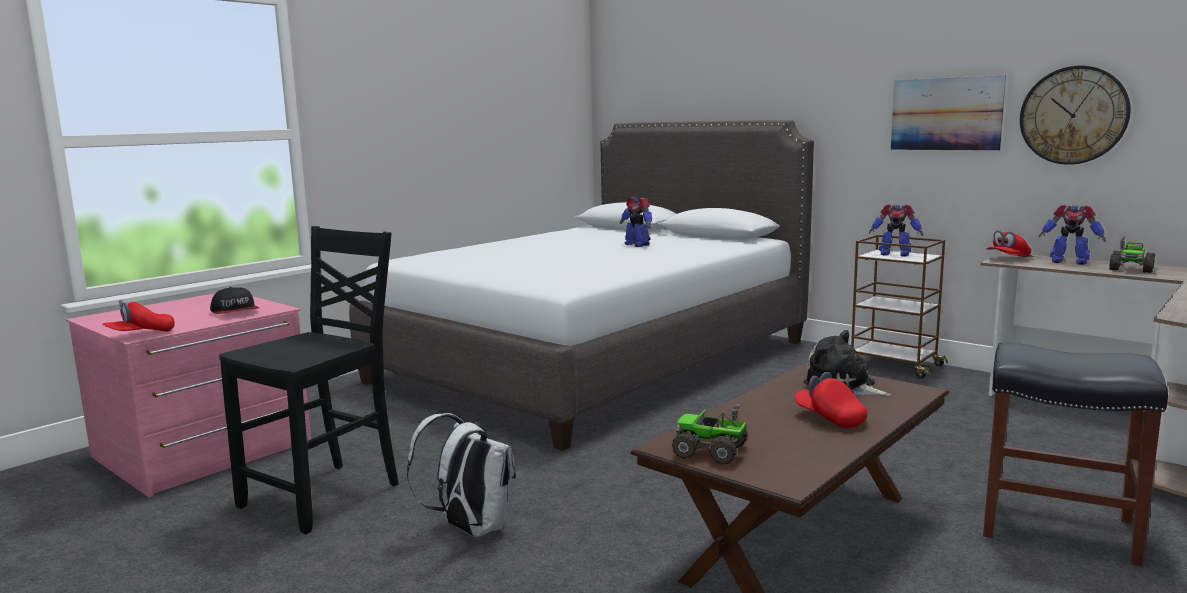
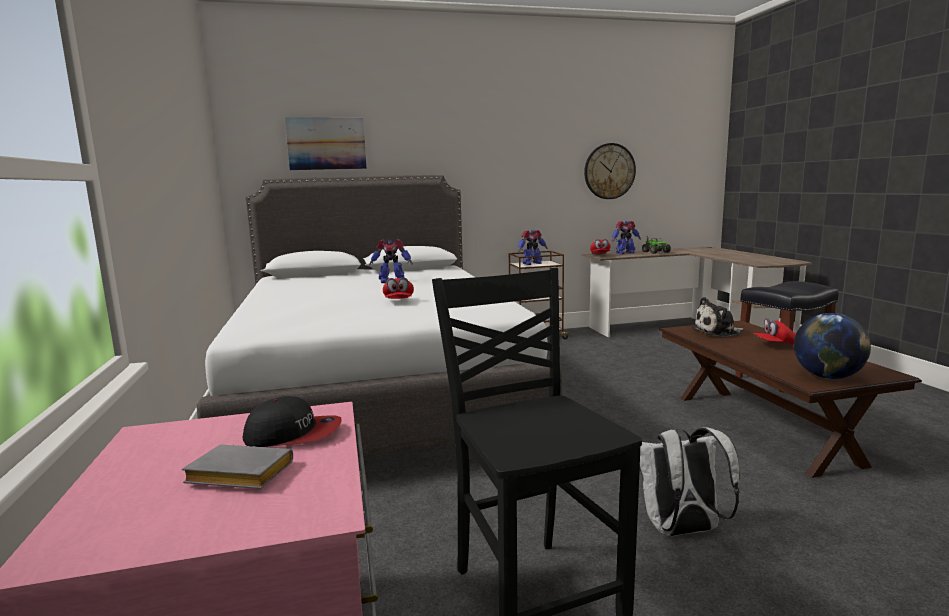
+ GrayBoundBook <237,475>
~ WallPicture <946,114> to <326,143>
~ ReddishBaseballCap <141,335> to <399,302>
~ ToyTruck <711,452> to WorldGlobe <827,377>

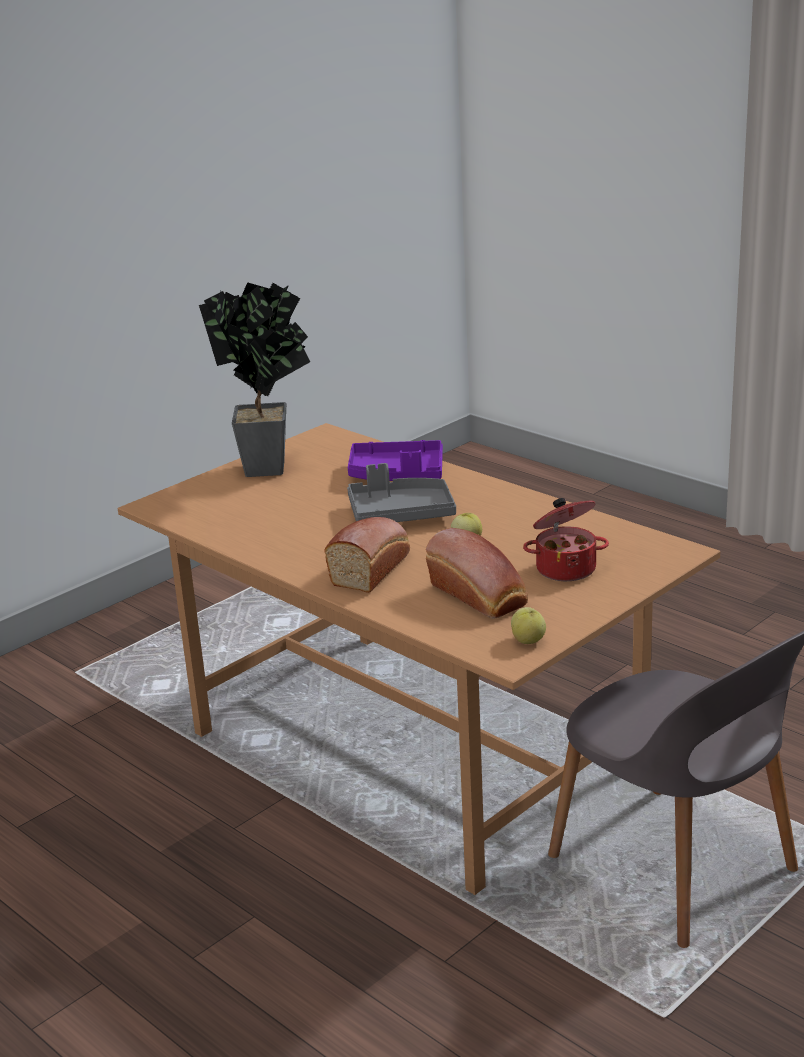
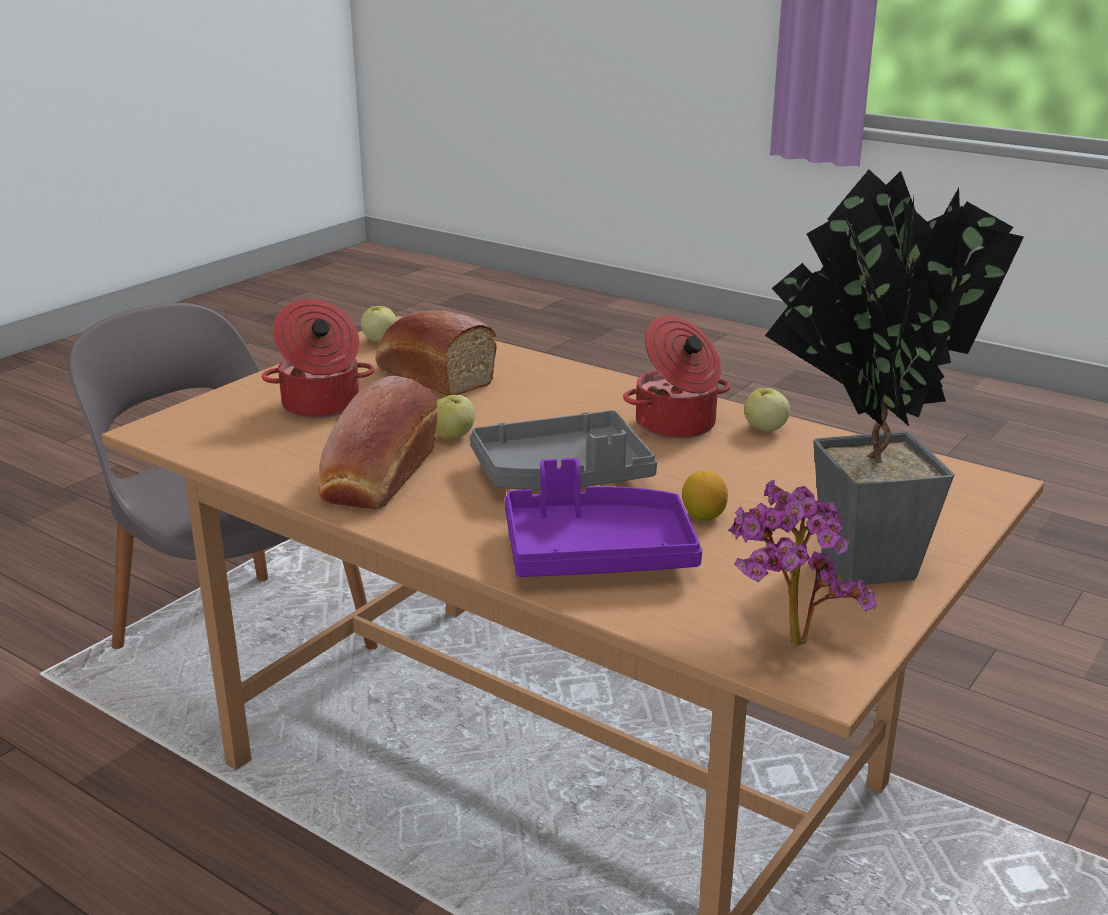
~ BakeryBread <372,568> to <377,478>
+ CookingPot <676,425>
+ CitrusFruit <703,516>
+ PottedPlant <786,645>
+ WholeApple <765,429>

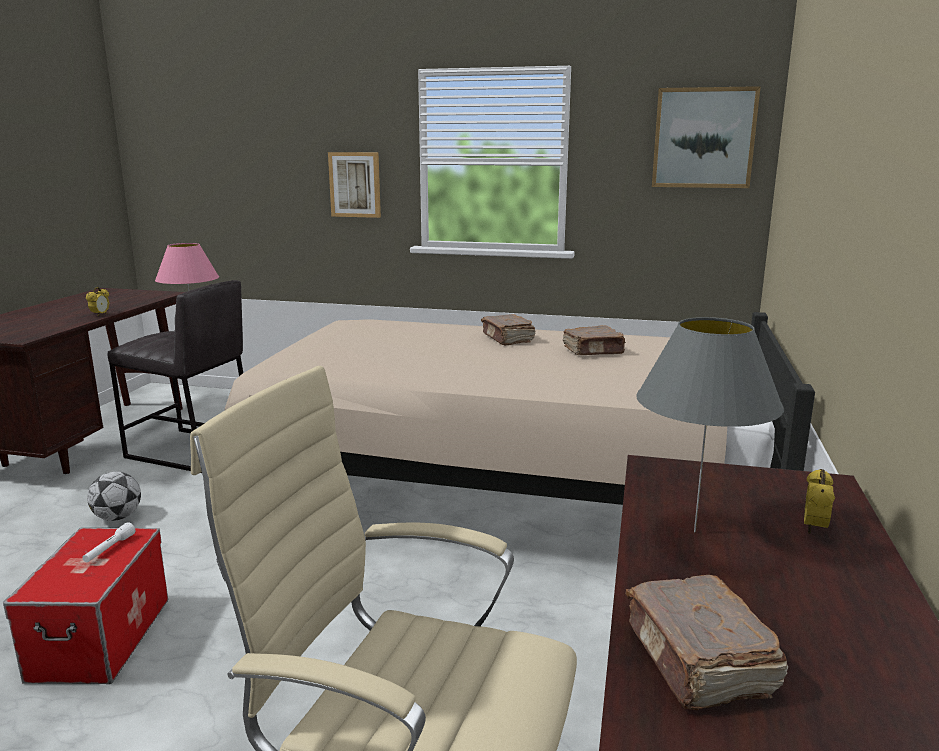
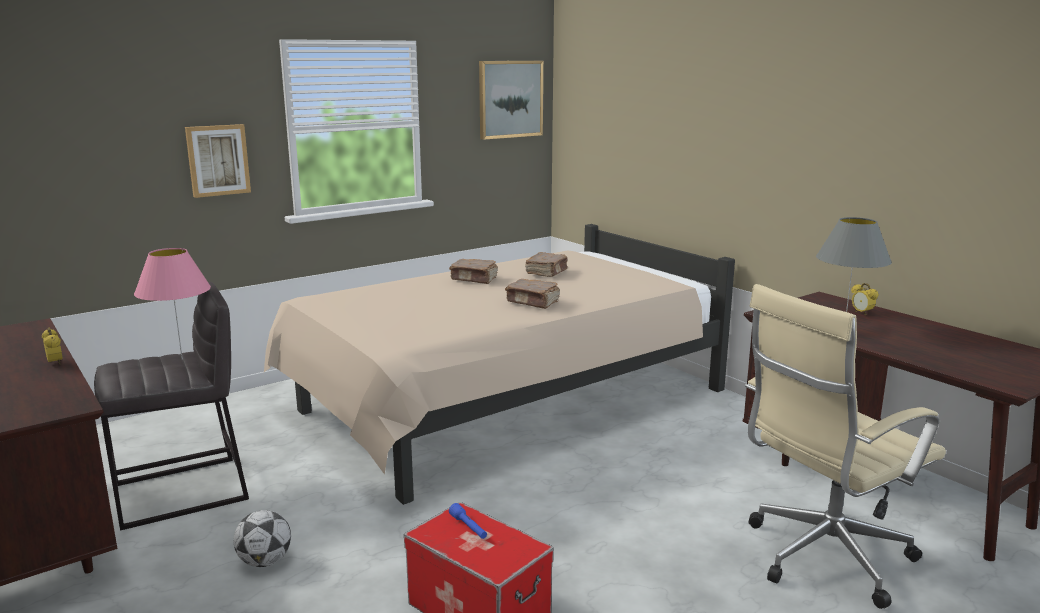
~ WhiteColouredHandTorch <109,549> to BluishHandTorch <468,527>
~ BrownishBoundBook <699,662> to <533,302>

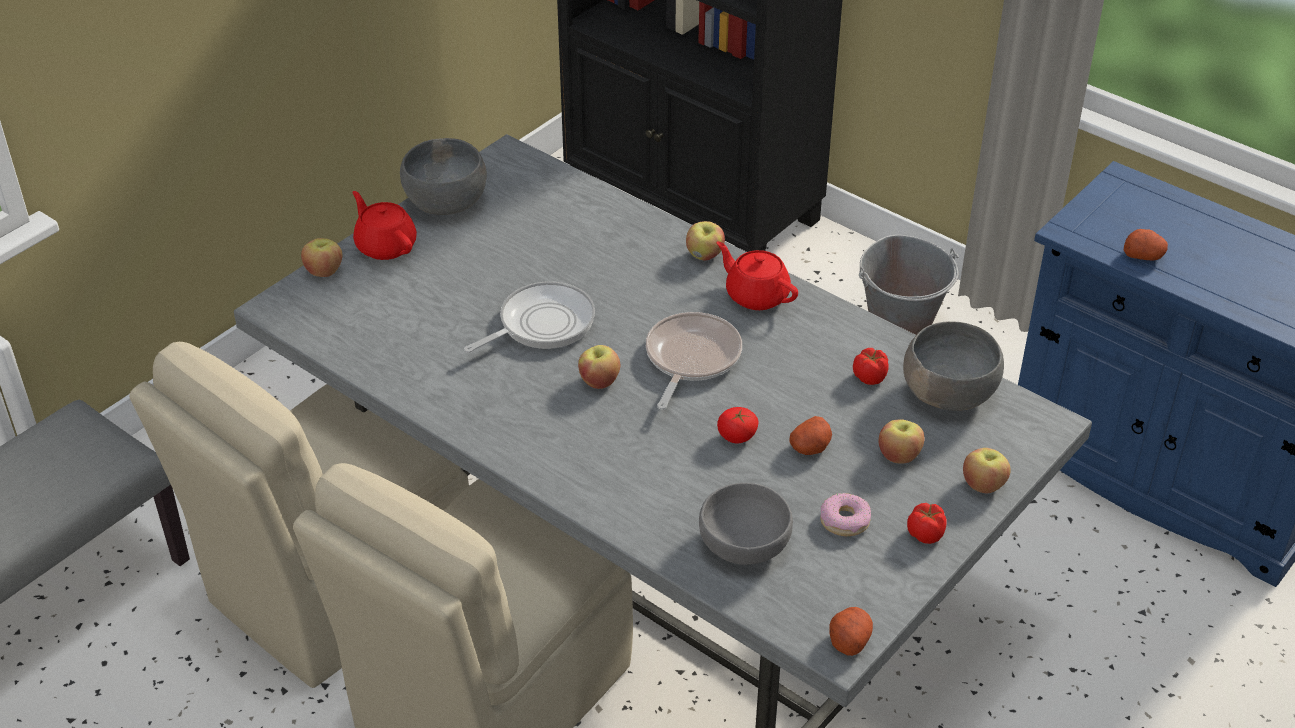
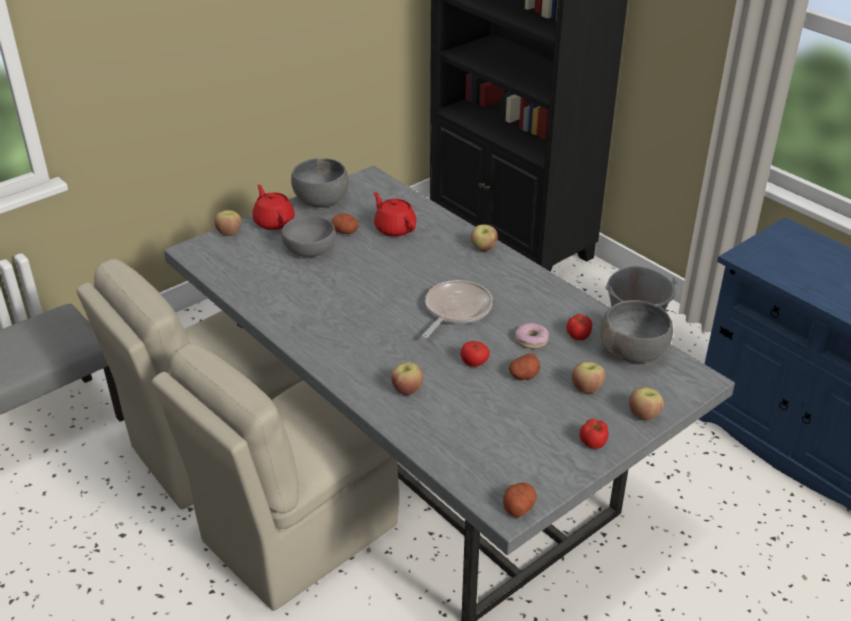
~ GrayBowl <745,544> to <310,249>
~ Spud <1143,255> to <346,231>
~ ReddishTeapot <756,295> to <394,228>
~ WholeApple <599,381> to <407,389>
~ Doughnut <845,520> to <531,340>
- Pan <541,324>

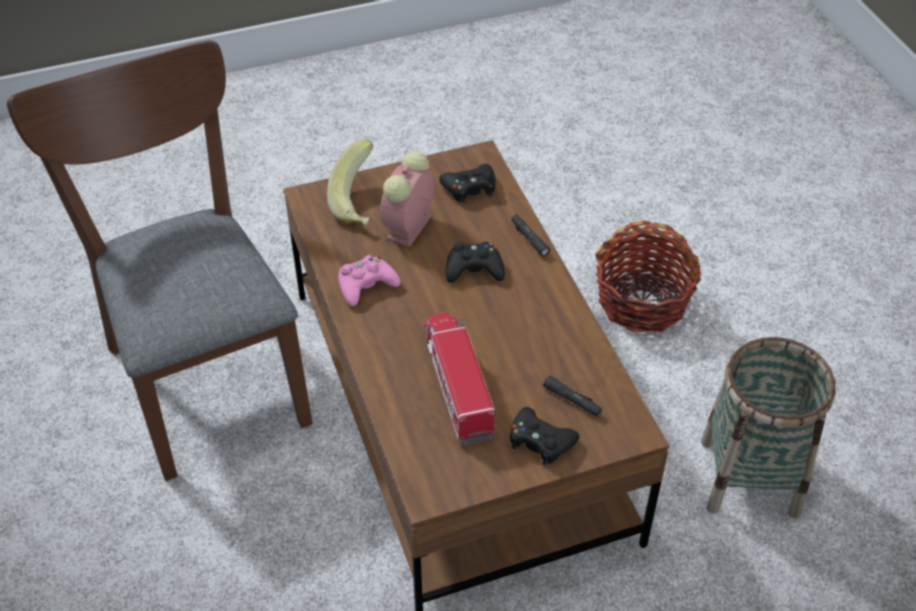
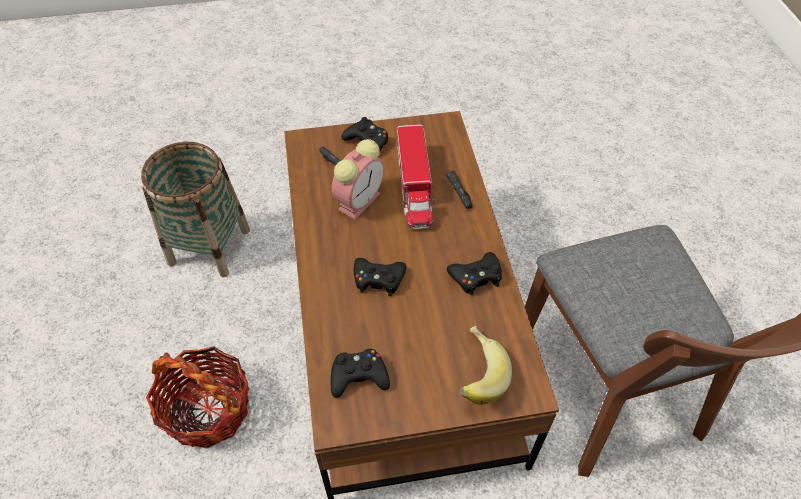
~ AlarmClock <408,229> to <360,200>
~ BlackishHandTorch <529,239> to <459,193>
~ PinkColouredGamepad <366,285> to BlackishGamepad <476,277>

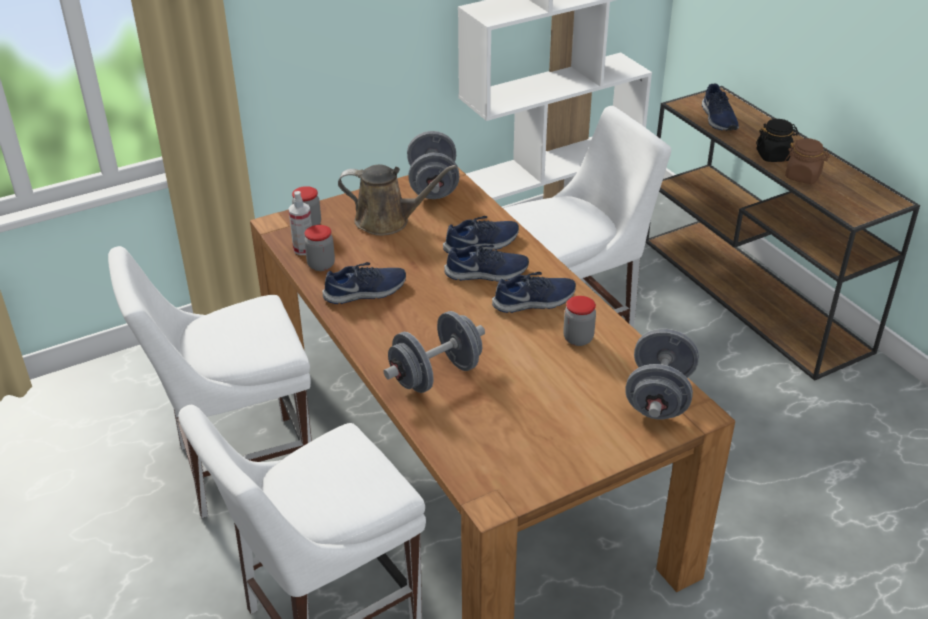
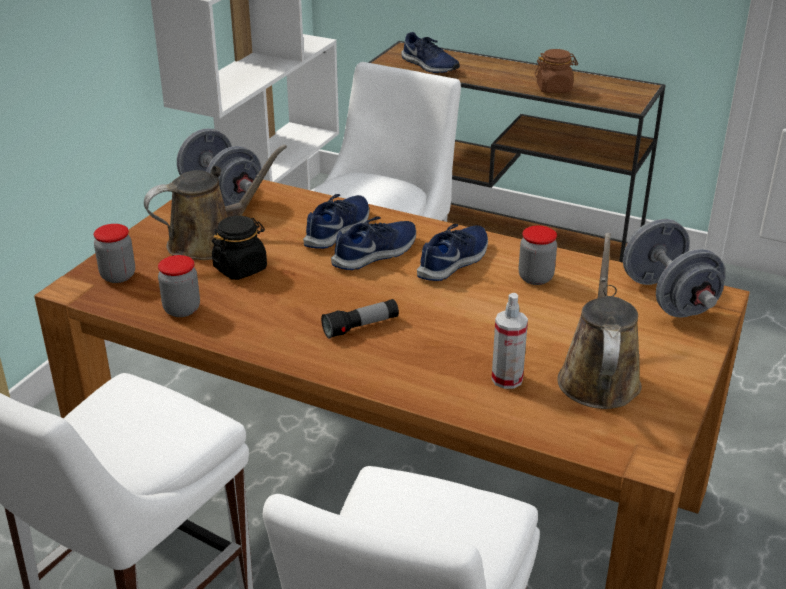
~ BlackishJar <774,156> to <240,268>
+ HandTorch <361,327>
~ SprayBottle <303,249> to <507,379>
+ BrownishWateringCan <598,377>
- BluishShoe <366,292>
- GrayFreeWeight <436,375>

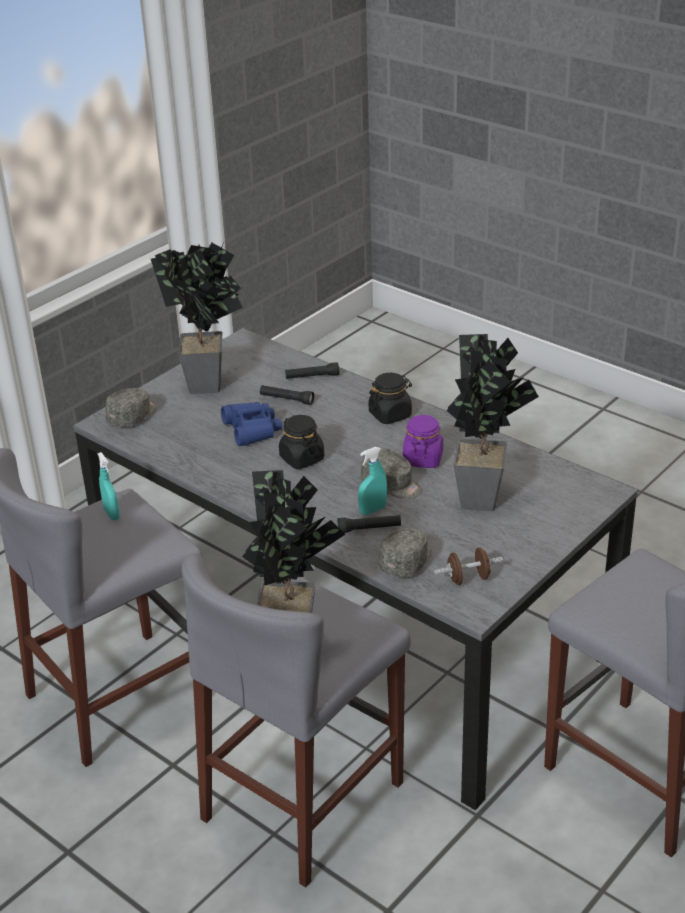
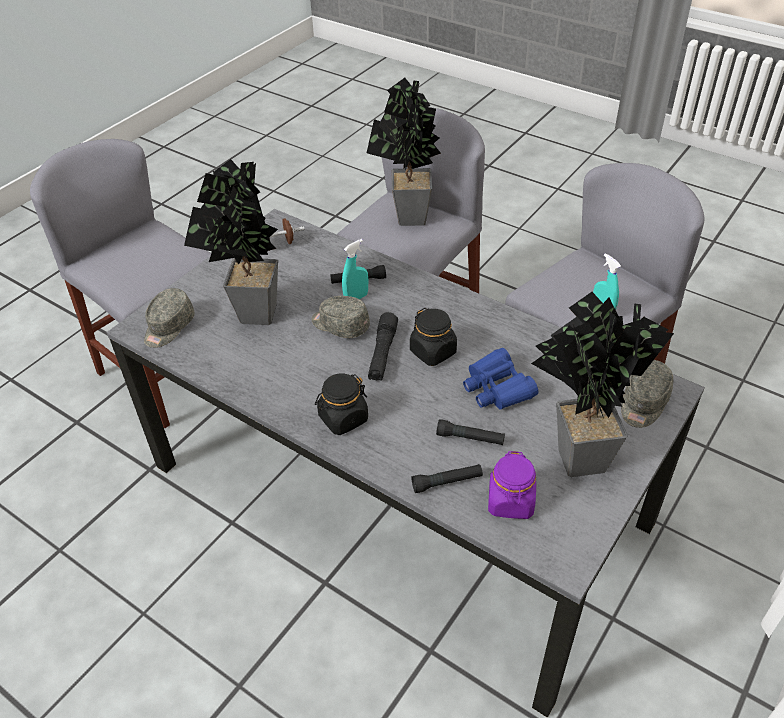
~ GrayBaseballCap <407,561> to <168,327>
+ BlackishHandTorch <382,353>
~ PurpleColouredJar <423,459> to <510,502>

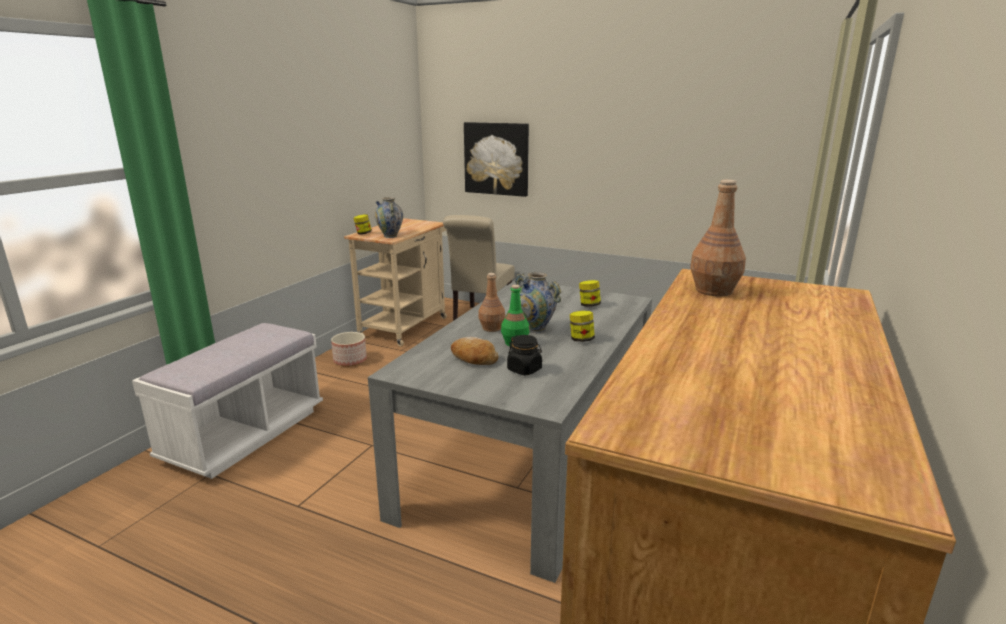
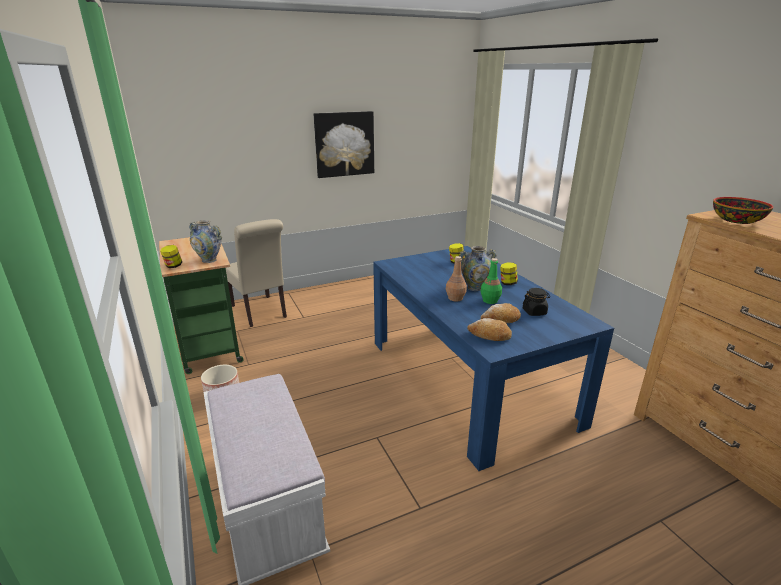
~ BeigeCart <407,325> to GreenColouredCart <209,344>
~ WallPicture <496,158> to <344,144>
~ GrayDinnerTable <530,457> to BluishDinnerTable <467,380>
+ BakeryBread <489,336>
~ BrownishBeverageBottle <714,290> to Bowl <736,220>

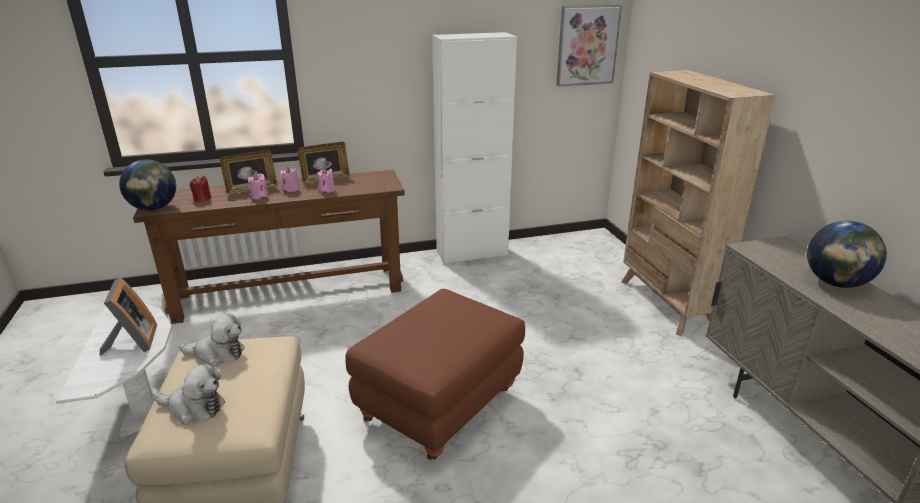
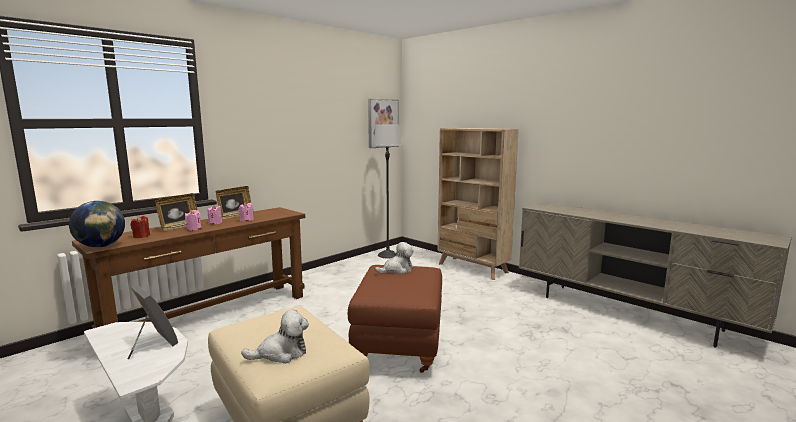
+ StandingLamp <388,255>
~ CuddlyToy <217,354> to <397,270>
- WhiteColouredCabinet <472,253>
- WorldGlobe <835,283>

